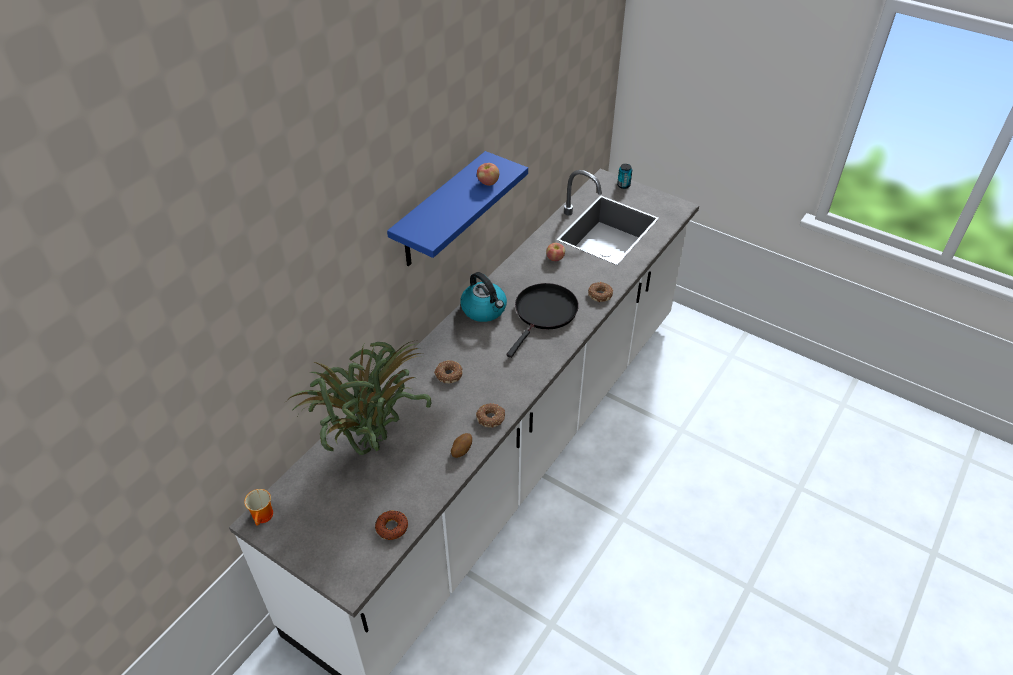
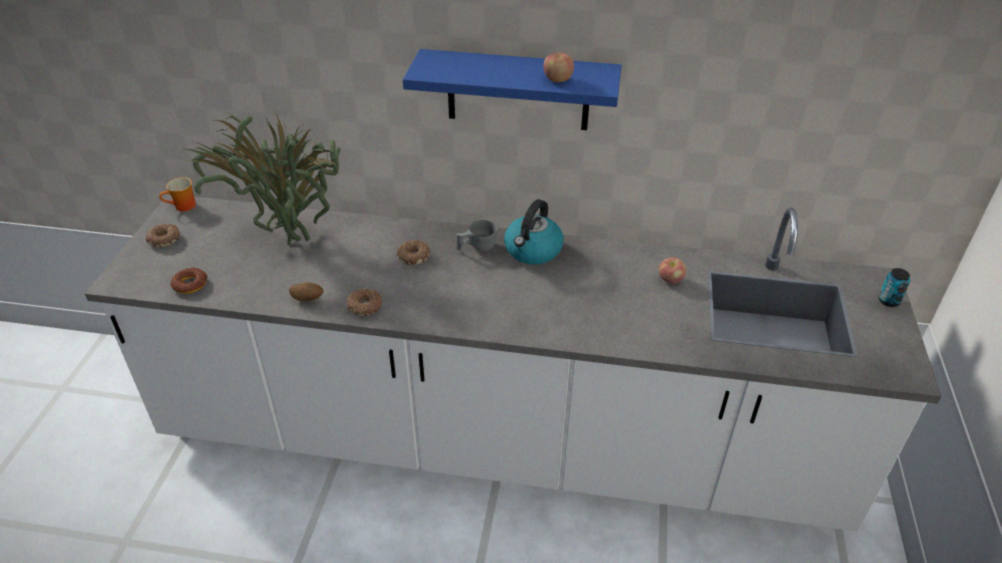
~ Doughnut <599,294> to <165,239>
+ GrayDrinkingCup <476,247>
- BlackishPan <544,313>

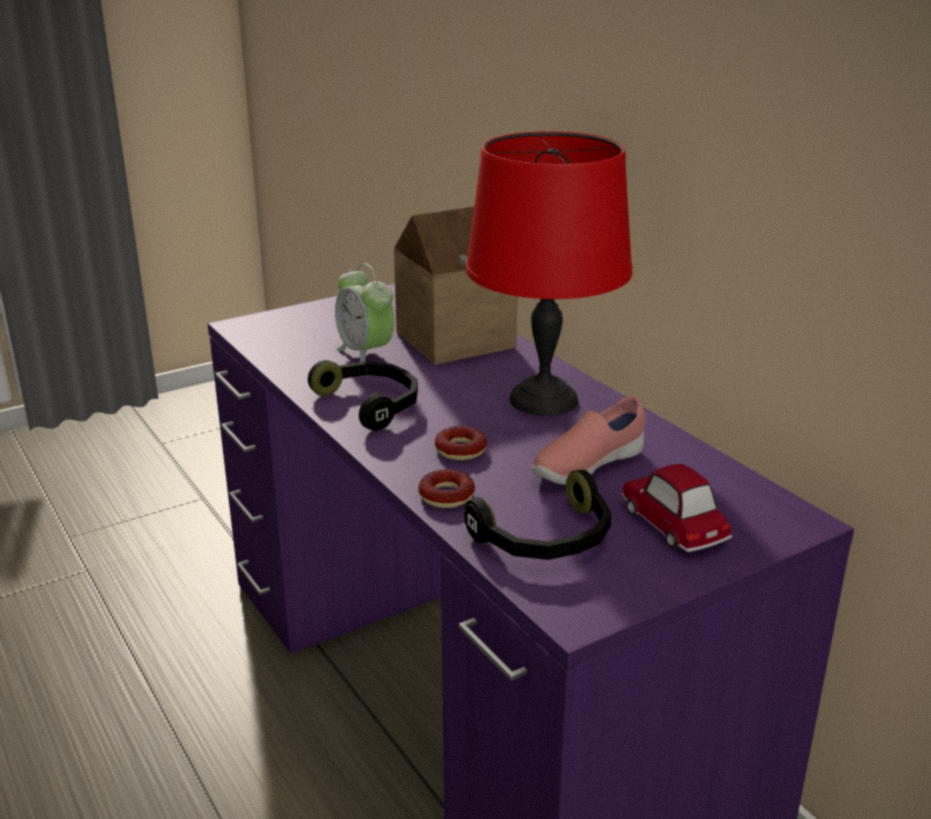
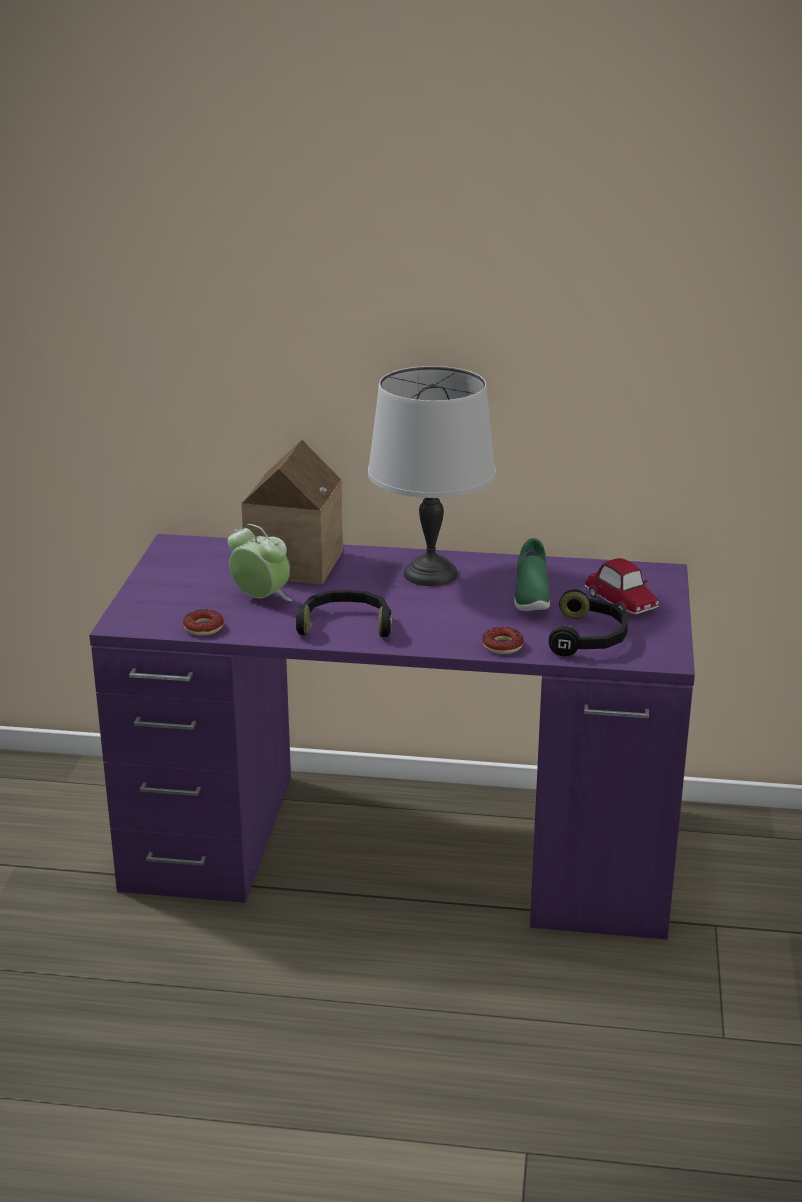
~ Doughnut <460,450> to <203,628>
~ AlarmClock <365,353> = <260,599> 150 degrees counterclockwise
~ ReddishTabletopLamp <545,400> to GrayTabletopLamp <431,573>
~ PinkColouredShoe <586,467> to GreenColouredShoe <530,596>
~ ModelCar <672,523> = <621,601> 135 degrees counterclockwise

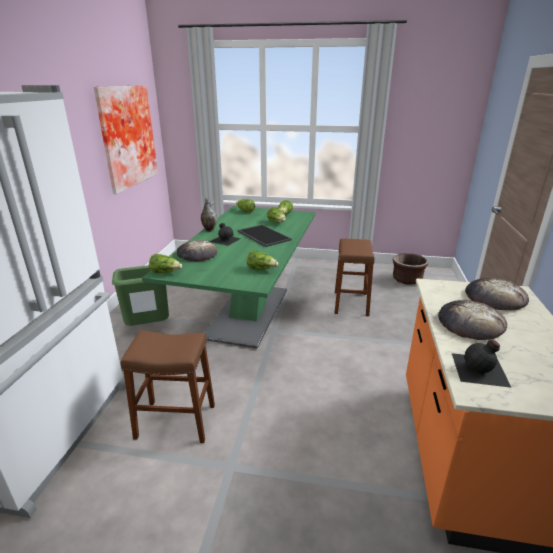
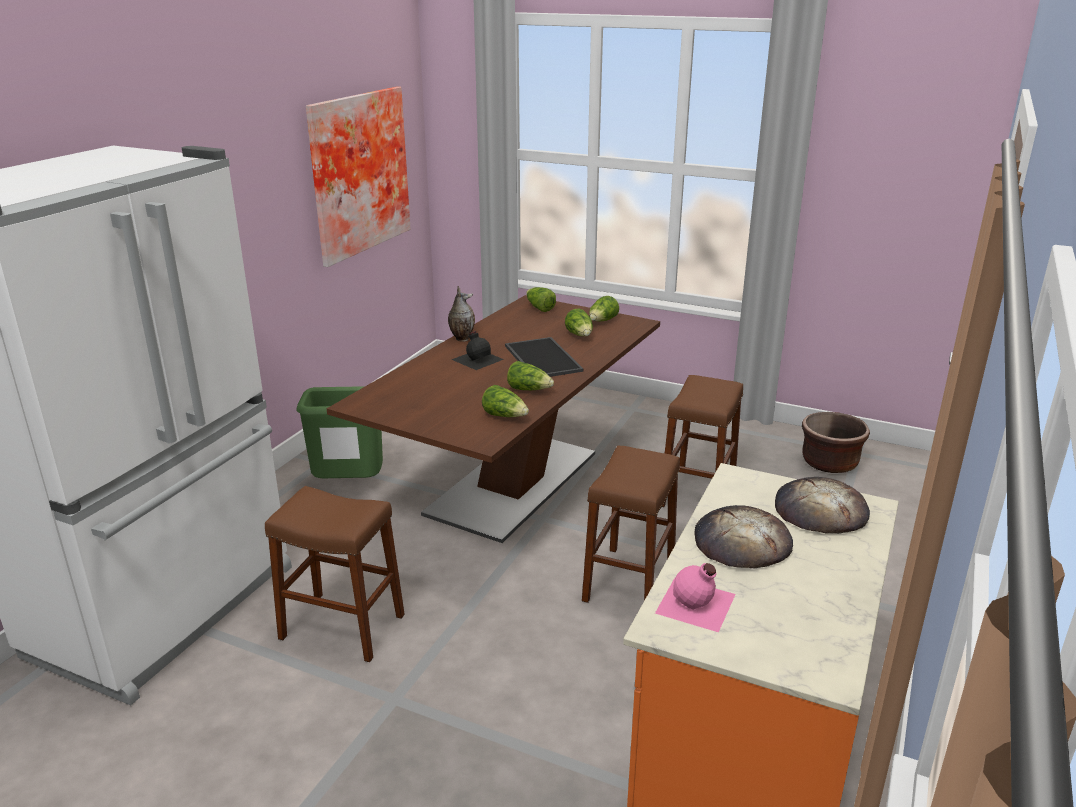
~ GreenColouredDinnerTable <248,313> to BrownishDinnerTable <513,484>
~ LettuceHead <165,272> to <529,390>
+ BrownishStool <629,581>
~ BlackishBeverageBottle <480,370> to PinkColouredBeverageBottle <696,604>
- BakeryBread <197,254>

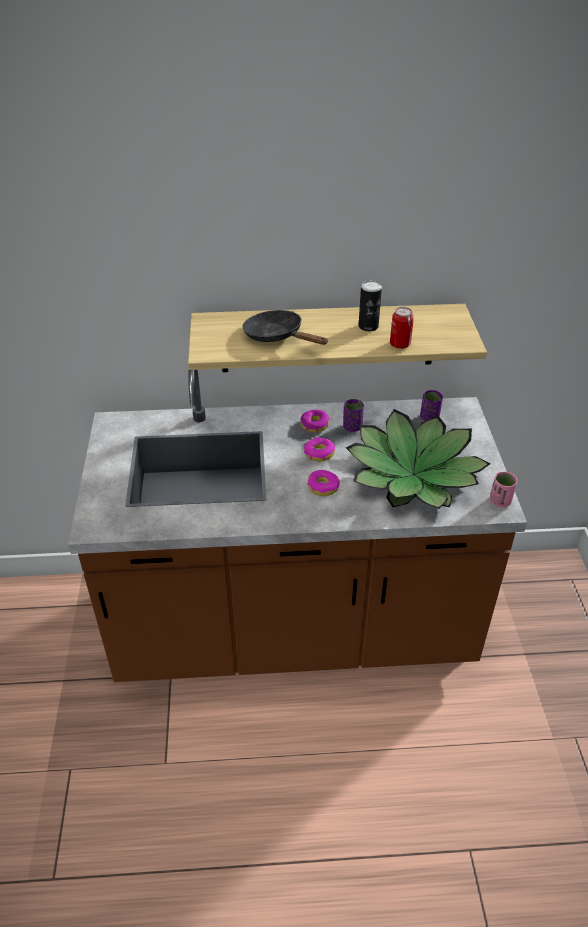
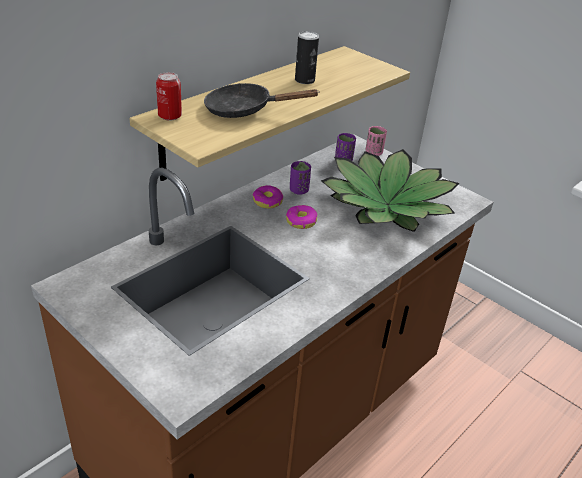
~ SealedCan <400,344> to <170,116>
~ PinkColouredDrinkingCup <500,501> to <374,153>
- Doughnut <323,487>

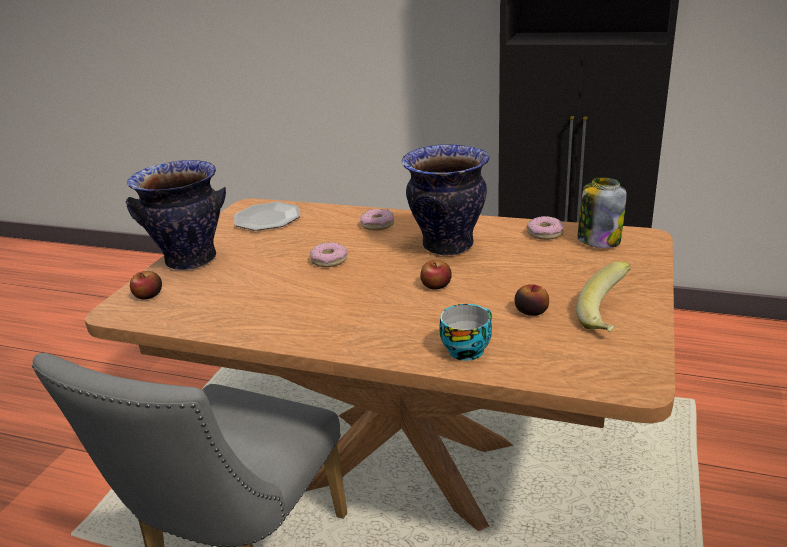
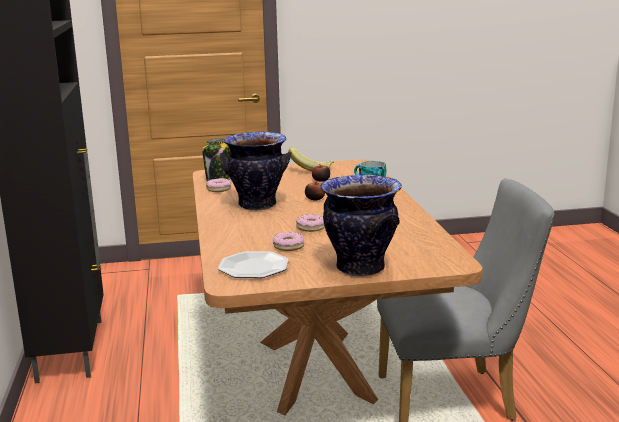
~ Doughnut <377,225> to <288,246>
- WholeApple <148,295>

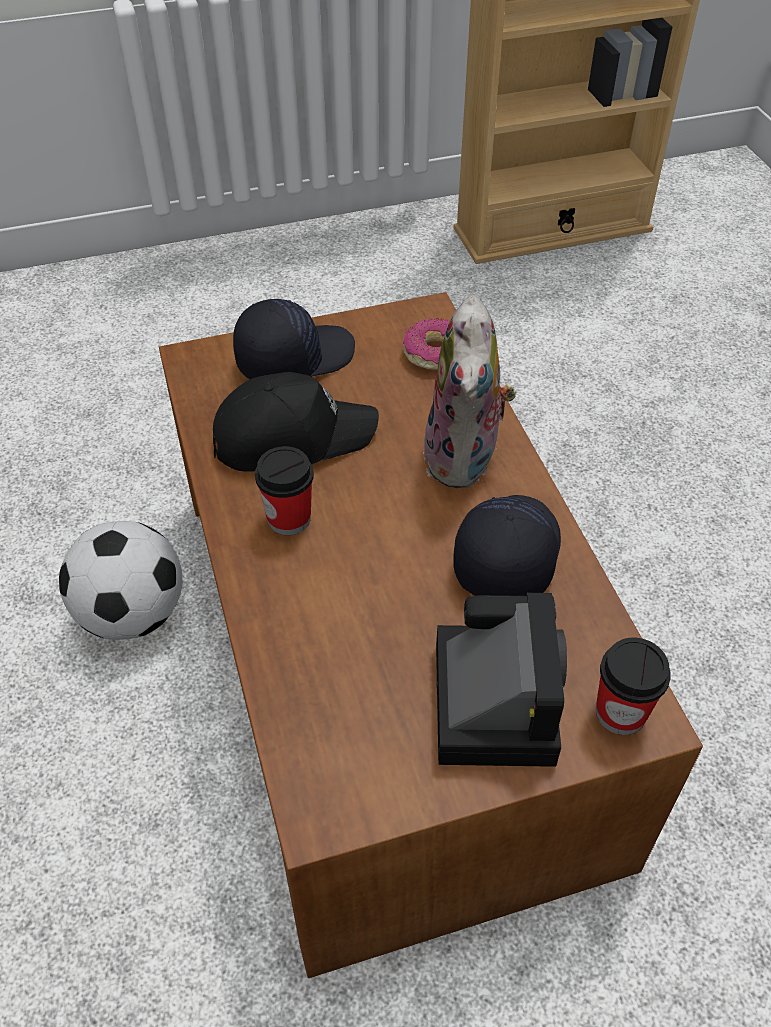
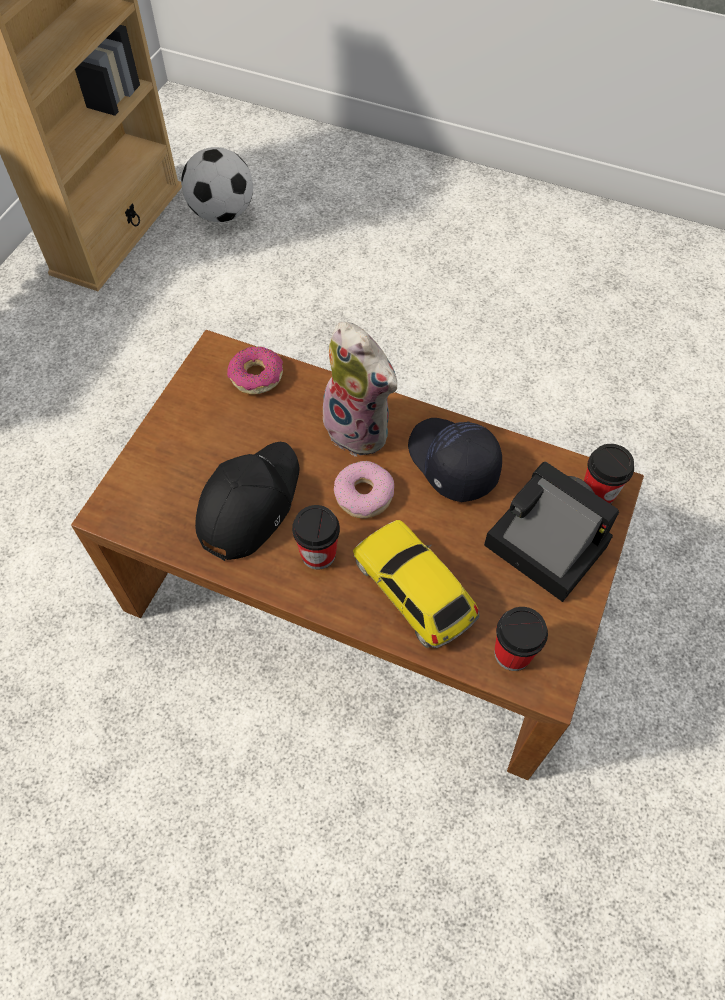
~ FootballBall <132,615> to <222,214>
+ Doughnut <364,495>
+ ModelCar <414,592>
+ DrinkingCup <512,653>
- BlackishBaseballCap <294,358>

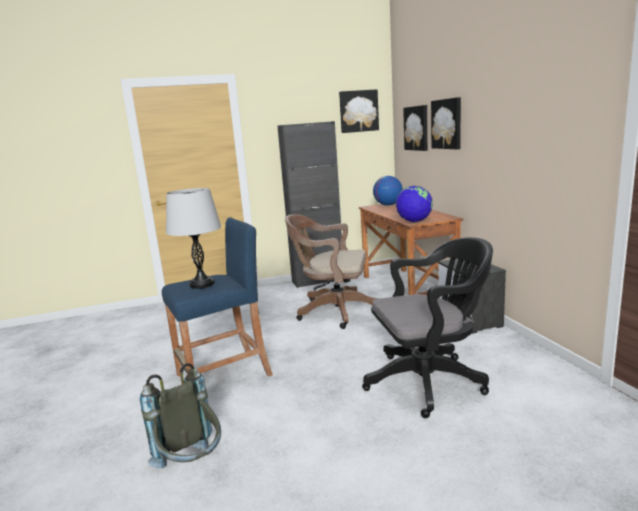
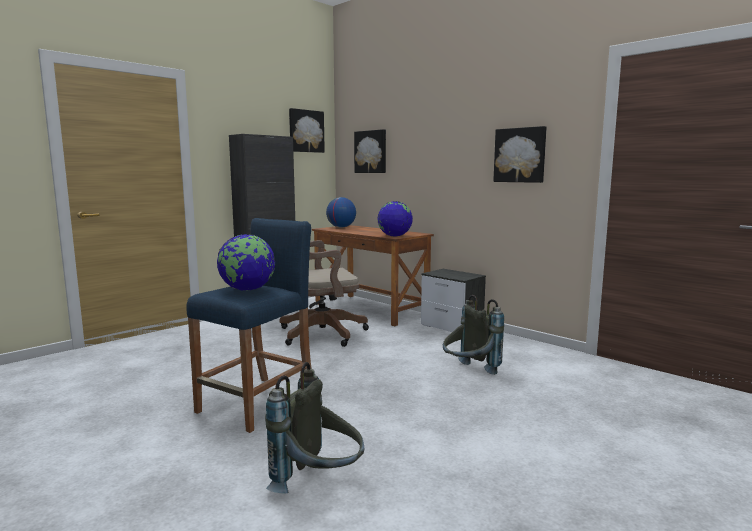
~ GrayTabletopLamp <202,284> to WorldGlobe <247,290>
~ BlackishDeskChair <430,381> to GrayBackpack <469,373>
~ WallPicture <447,124> to <520,155>

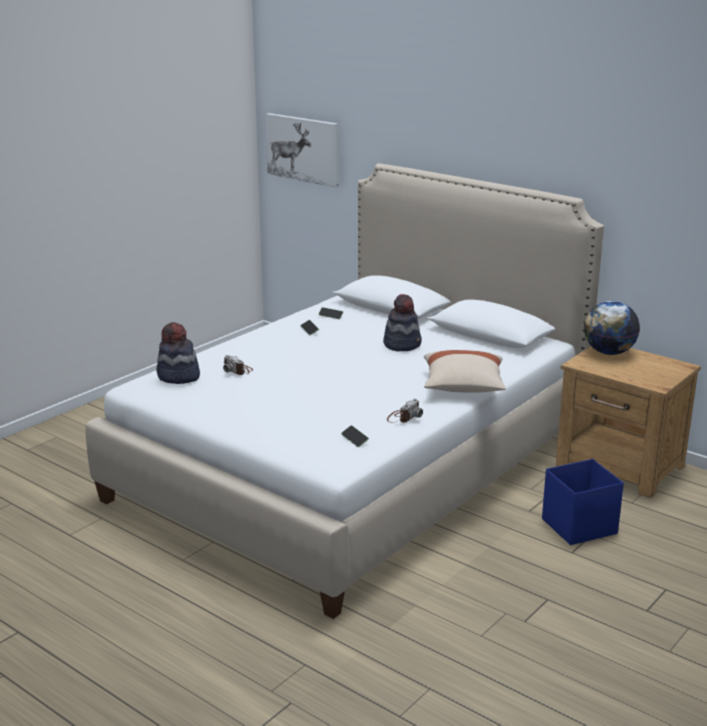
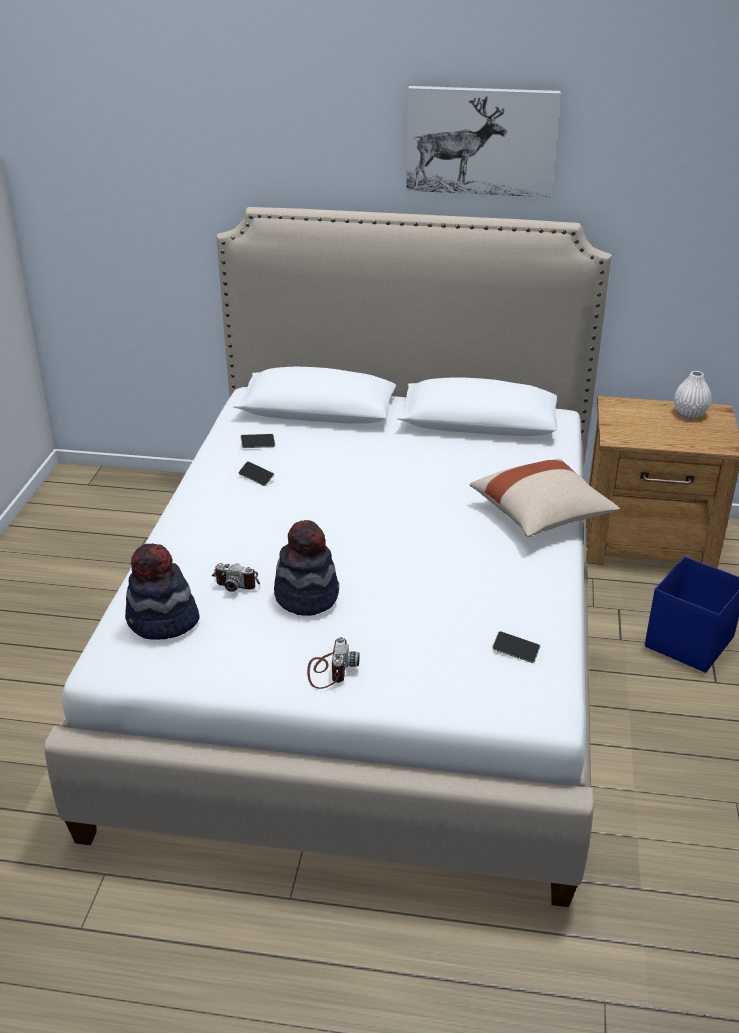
~ Hat <402,344> to <307,596>
~ PhotoCamera <403,417> to <329,670>
~ WallPicture <303,149> to <481,141>
+ WhiteColouredFlowerVase <689,414>
- WorldGlobe <608,352>

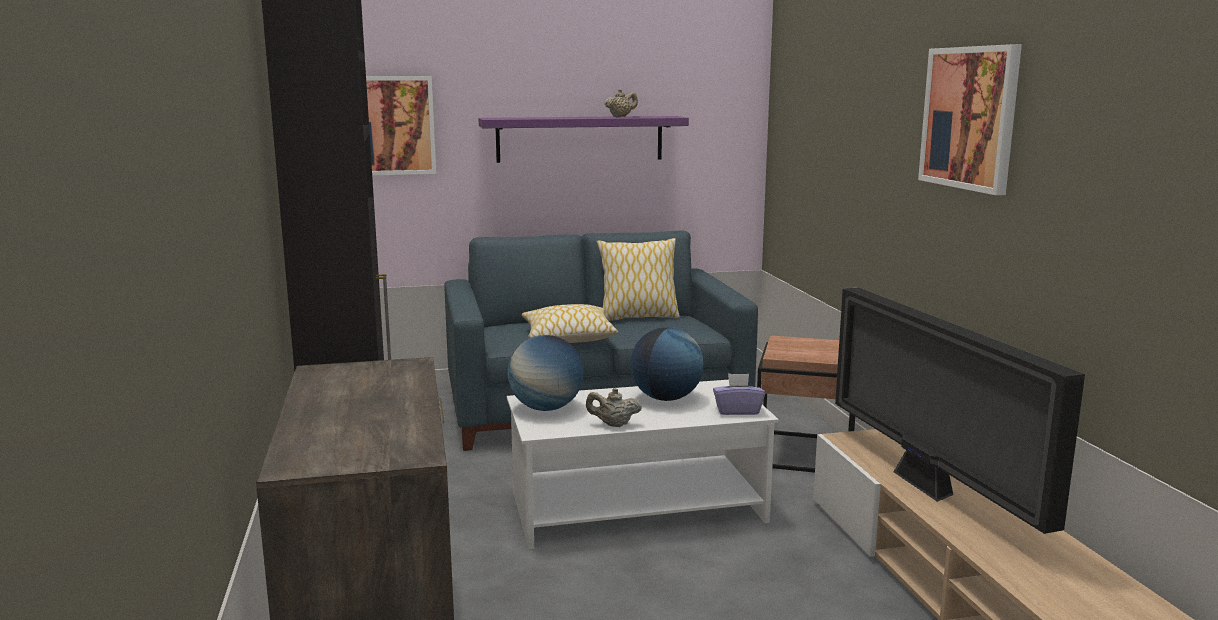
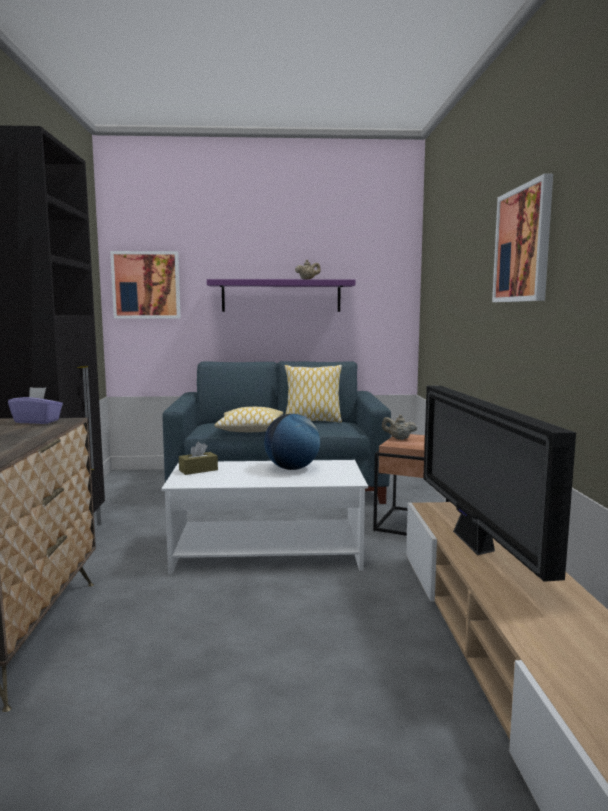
~ PurpleColouredTissueHolder <737,410> to <37,421>
~ WorldGlobe <546,408> to BrownishTissueHolder <198,470>
~ BeigeTeapot <613,425> to <399,439>

